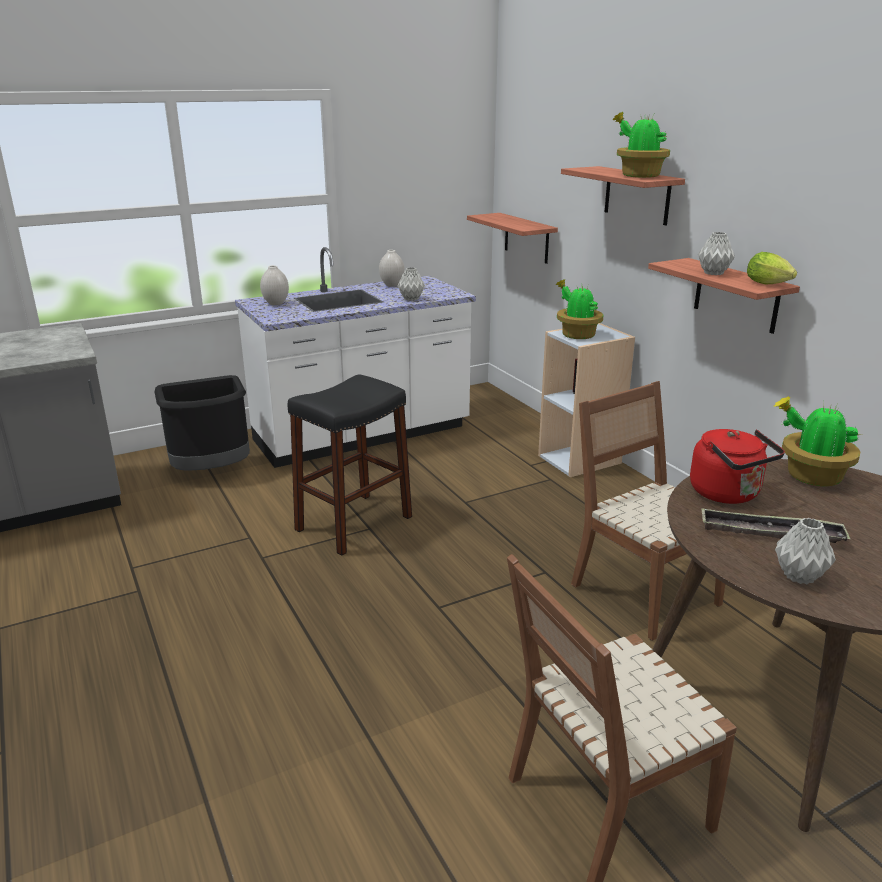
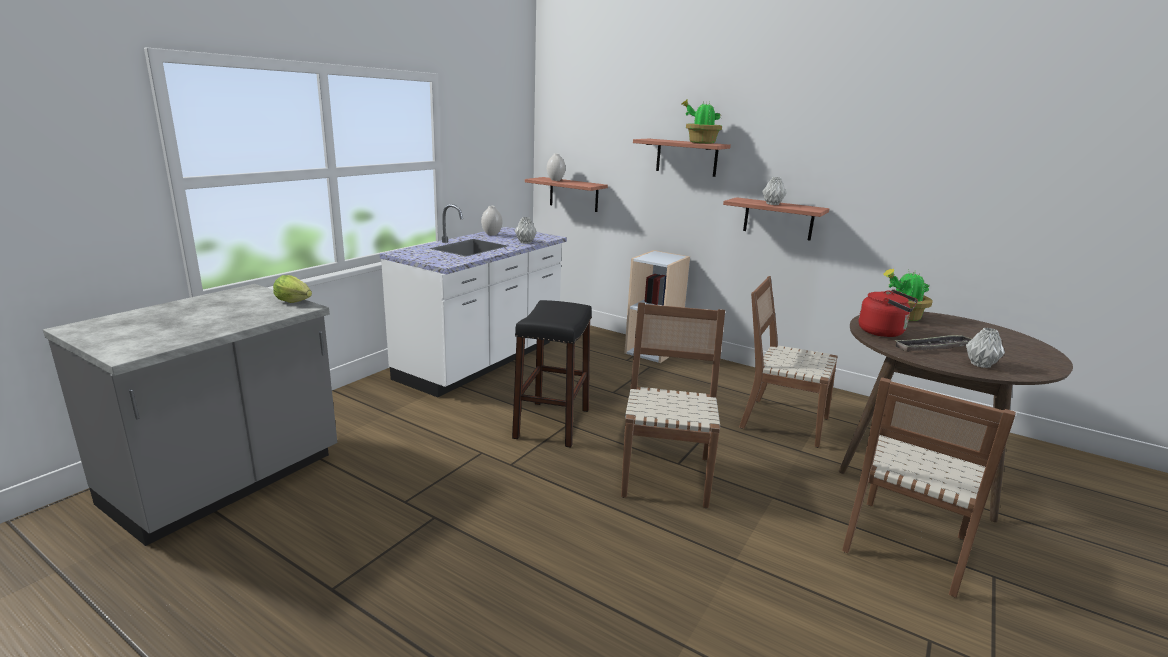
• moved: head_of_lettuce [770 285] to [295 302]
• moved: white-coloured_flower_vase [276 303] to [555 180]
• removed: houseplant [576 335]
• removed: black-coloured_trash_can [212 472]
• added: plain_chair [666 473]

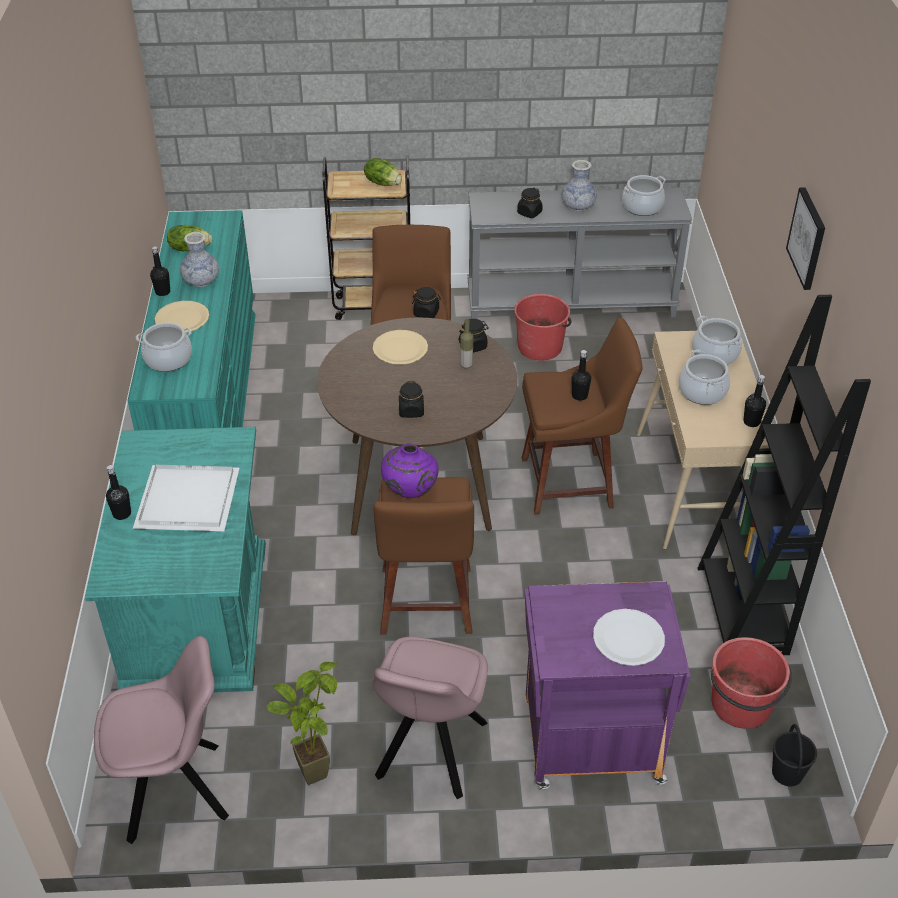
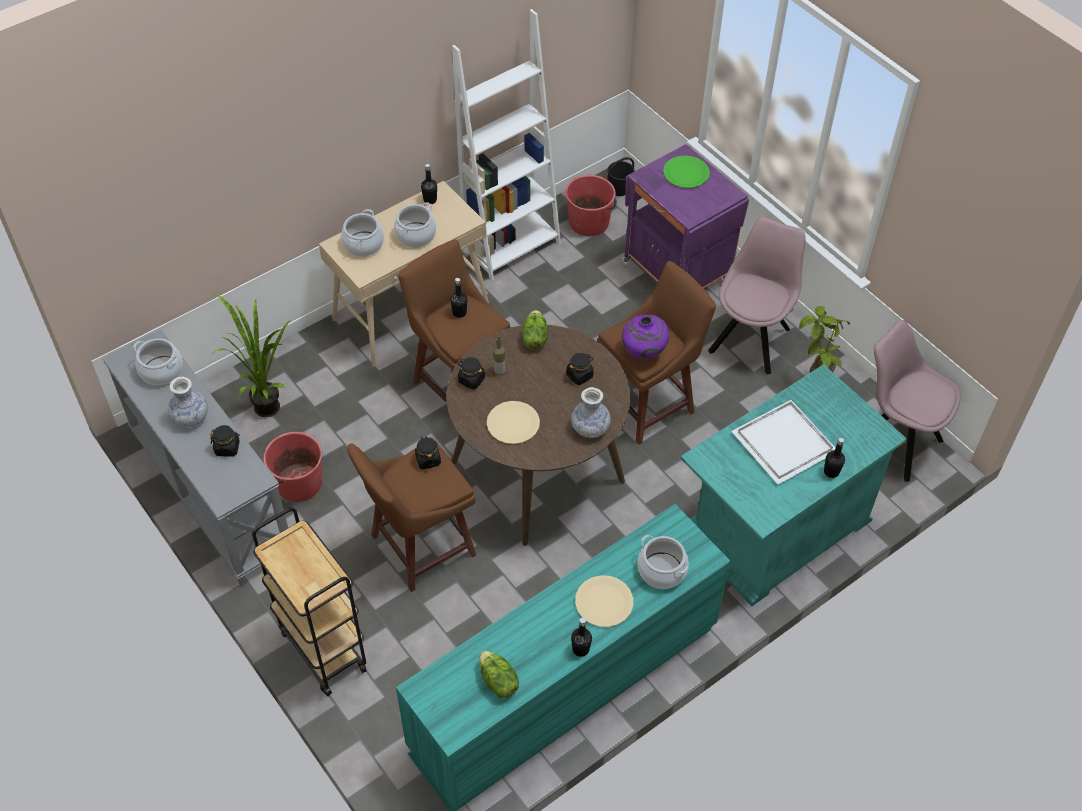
• moved: head_of_lettuce [383 183] to [534 338]
• removed: wall_picture [808 238]
• moved: flower_vase [201 281] to [590 428]
• recoloured: black-coloured_shelving_unit [743 610] to white-coloured_shelving_unit [511 246]
• recoloured: white-coloured_flat_dish [628 638] to greenish_flat_dish [686 173]
• turned: pink_plain_chair [430 750] = [750 340] 45 degrees counterclockwise
• added: houseplant [266 403]

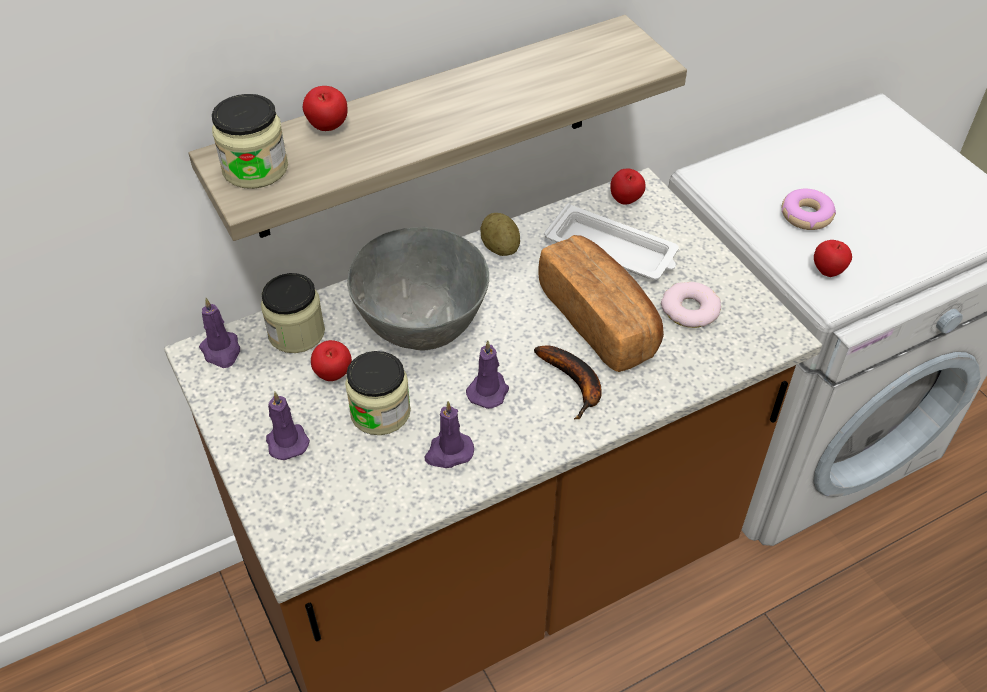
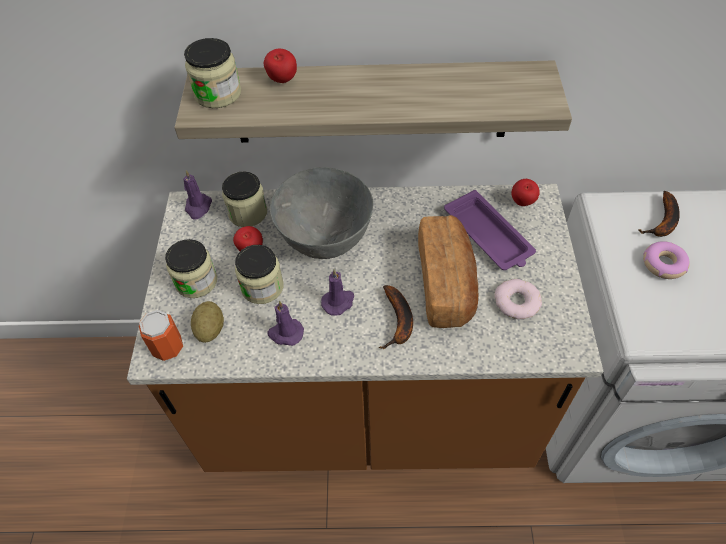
• recoloured: white-coloured_tray [612 250] to purple-coloured_tray [489 236]
• moved: spud [500 247] to [210 329]
• removed: apple [828 271]
• replaced: purple-coloured_wax_candle [286 440] to preserve_jar [196 281]
• added: whole_banana [663 222]
• added: sealed_can [168 347]

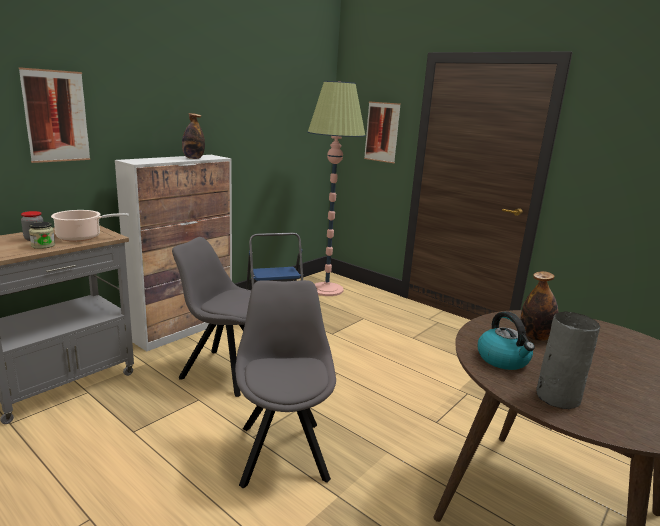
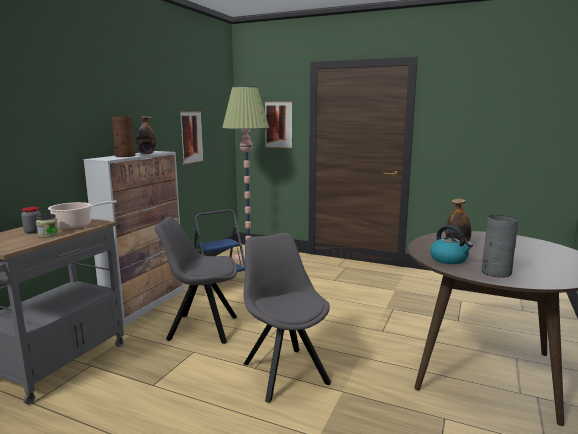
• moved: wall_picture [56 116] to [191 137]
• added: brown-coloured_flower_vase [124 156]

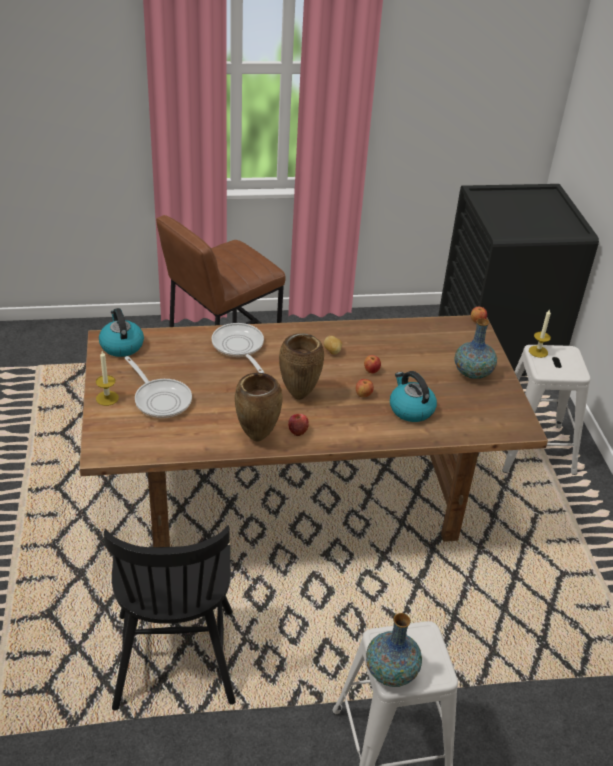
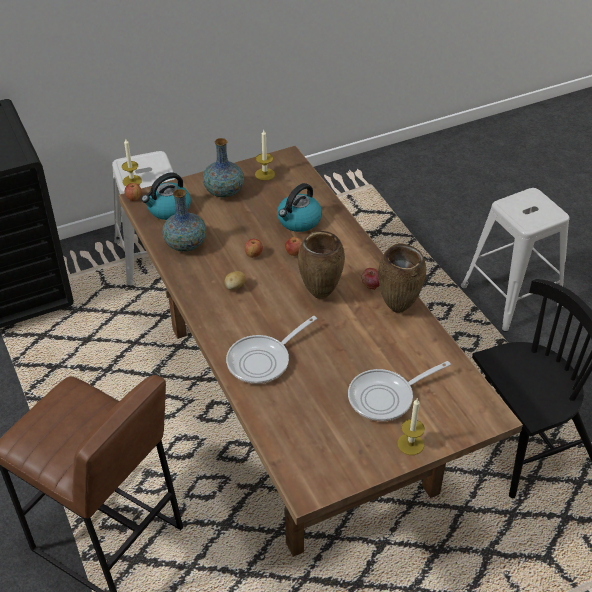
• moved: tea_kettle [121 345] to [168 209]
• turned: frying_pan [160 399] = [386 397] 150 degrees counterclockwise
• moved: flower_vase [391 672] to [186 245]
• added: wax_candle [264 174]

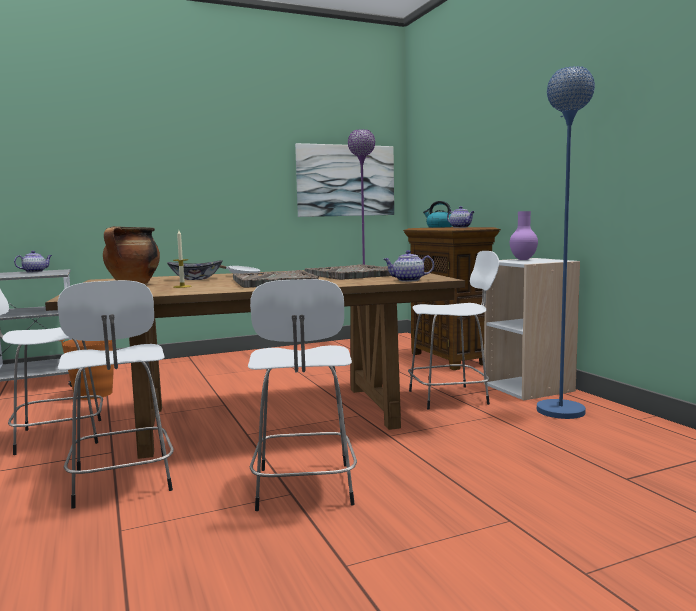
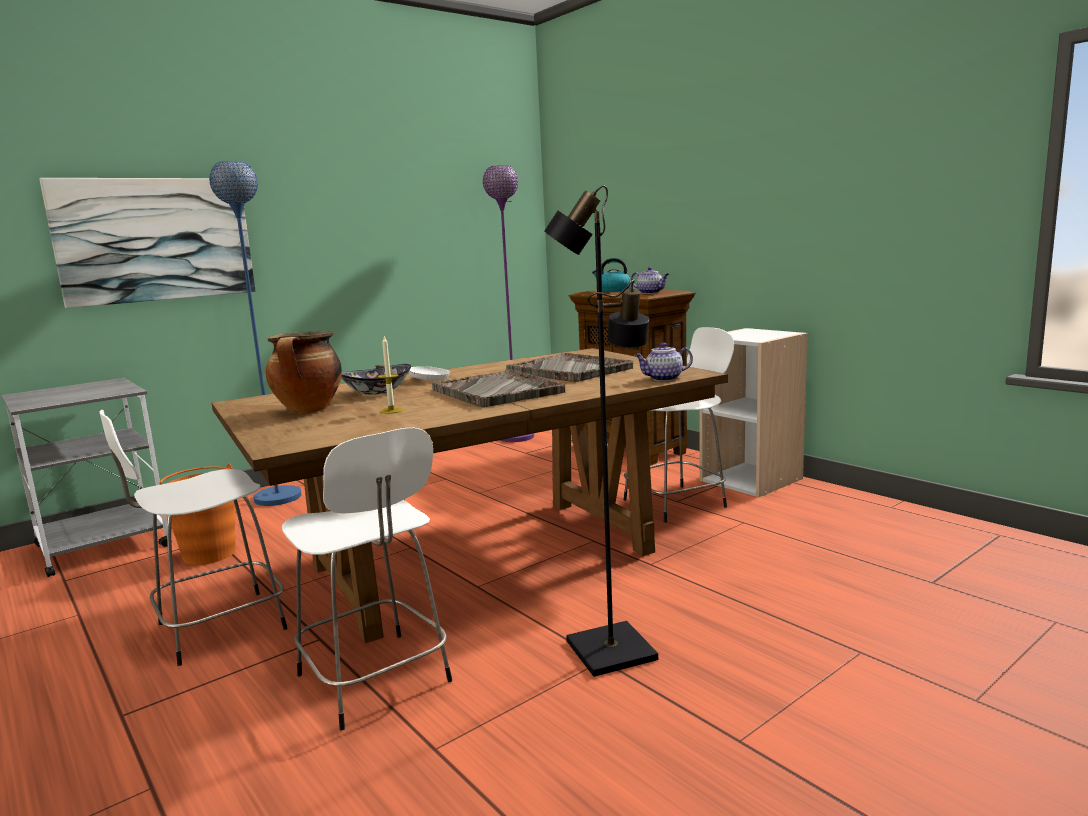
• moved: blue_standard_lamp [560 411] to [277 498]
• moved: wall_picture [345 180] to [155 240]
• removed: purple-coloured_flower_vase [523 259]
• removed: pot_for_tea [35 271]
• replaced: white-coloured_stool [304 488] to black-coloured_standard_lamp [611 650]

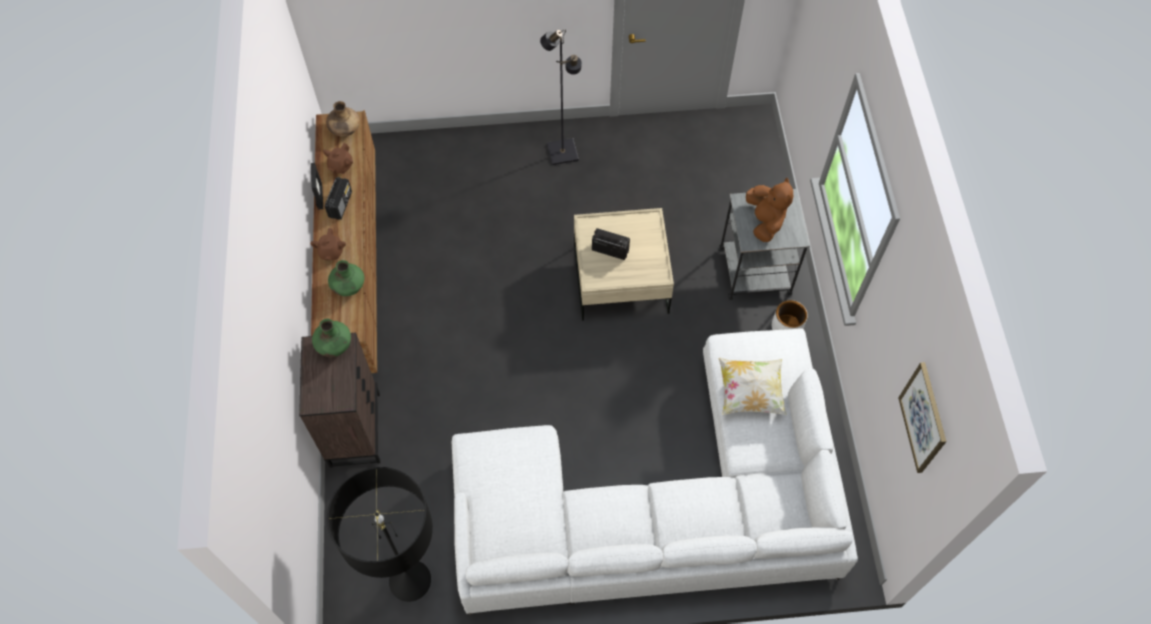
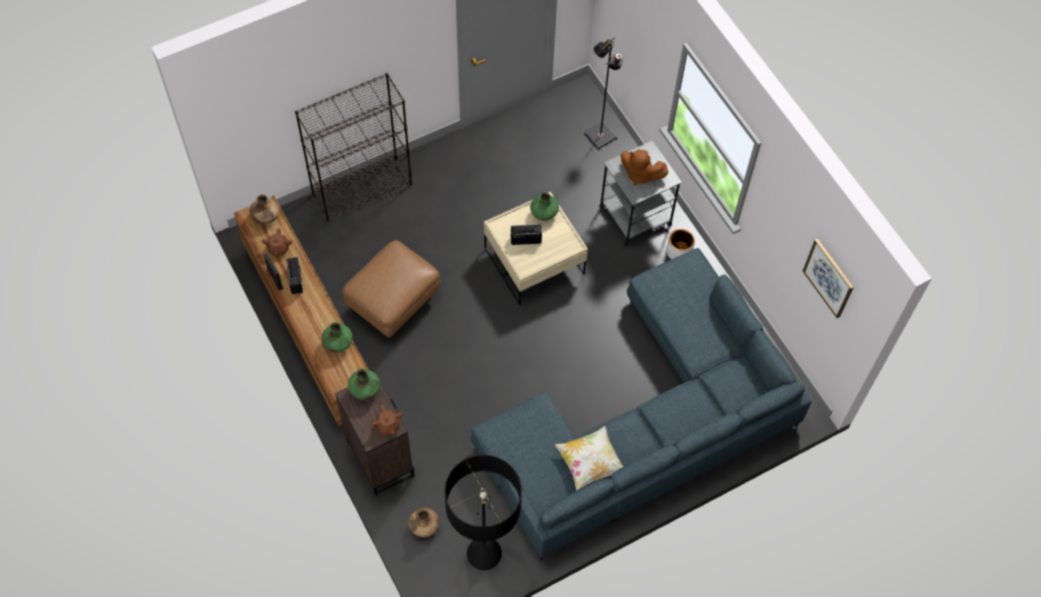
• moved: black-coloured_standard_lamp [562 152] to [600 136]
• turned: brown-coloured_soft_toy [765 221] = [640 174] 150 degrees clockwise
• moved: brown-coloured_pot_for_tea [331 252] to [388 425]
• recoloured: white-coloured_couch [662 504] to blue_couch [646 422]
• moved: throw_pillow [750 393] to [589 463]
• added: black-coloured_shelving_unit [362 189]
• added: greenish_flower_vase [544 213]
• added: brown-coloured_ottoman [394 303]
• added: brown-coloured_flower_vase [424 526]

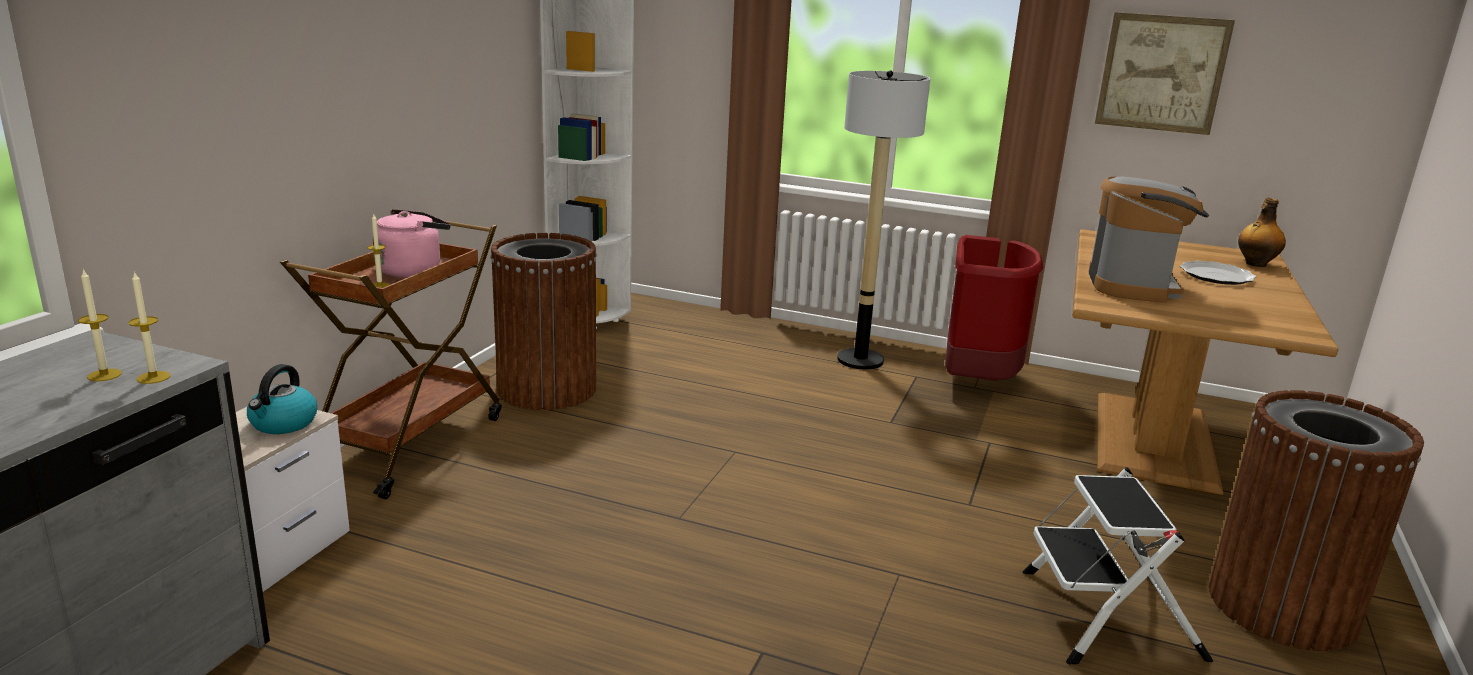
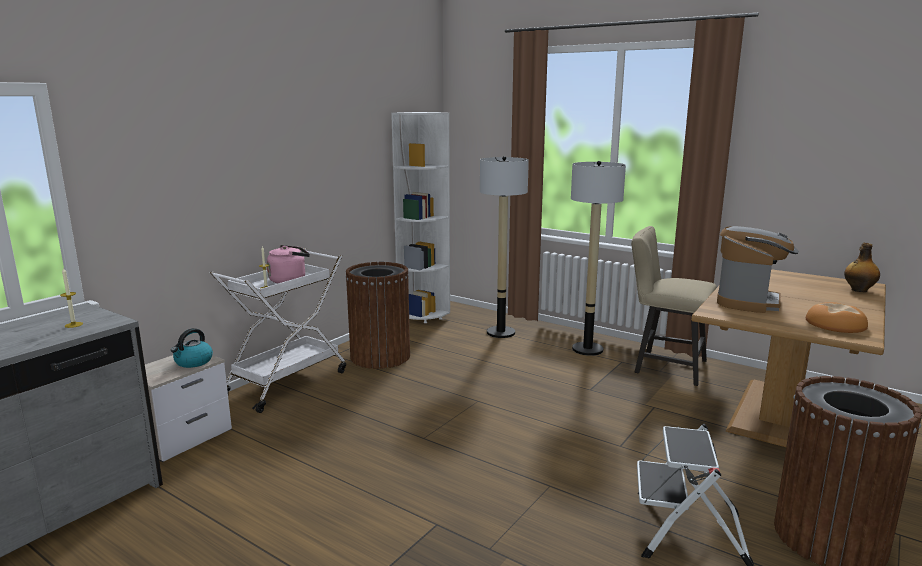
• removed: wall_picture [1162 73]
• recoloured: brown-coloured_cart [410 445] to white-coloured_cart [287 384]
• replaced: red-coloured_trash_can [977 380] to beige-coloured_plain_chair [664 366]
• removed: flat_dish [1216 276]
• removed: wax_candle [153 377]
• added: standard_lamp [501 332]
• added: baked_bread [835 324]

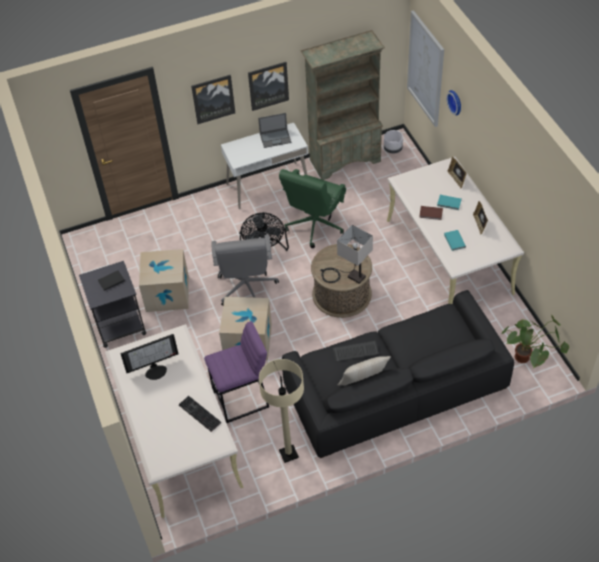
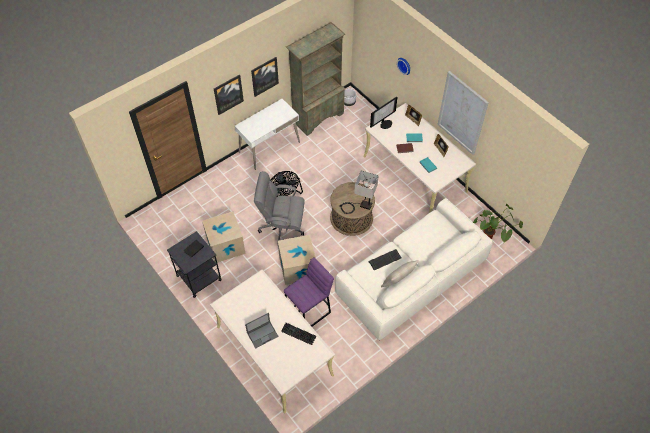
• moved: wall_picture [425 69] to [462 113]
• moved: portable_computer [275 138] to [263 334]
• removed: greenish_desk_chair [315 224]
• turned: grey_desk_chair [246 286] = [282 227] 120 degrees clockwise
• recoloured: black-coloured_couch [395 386] to white-coloured_couch [411 276]
• moved: computer_screen [155 370] to [385 123]
• removed: beige-coloured_standard_lamp [288 454]

